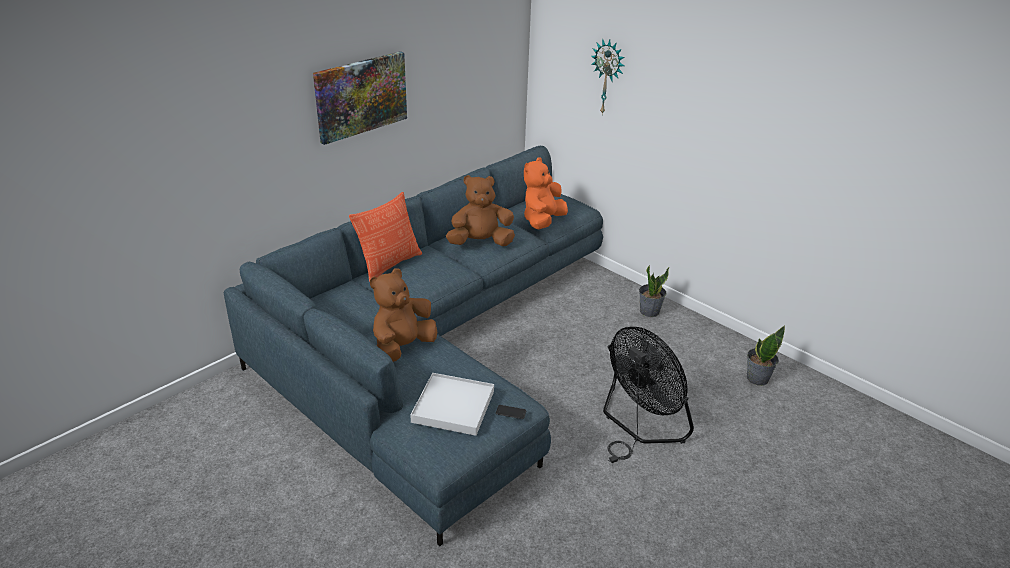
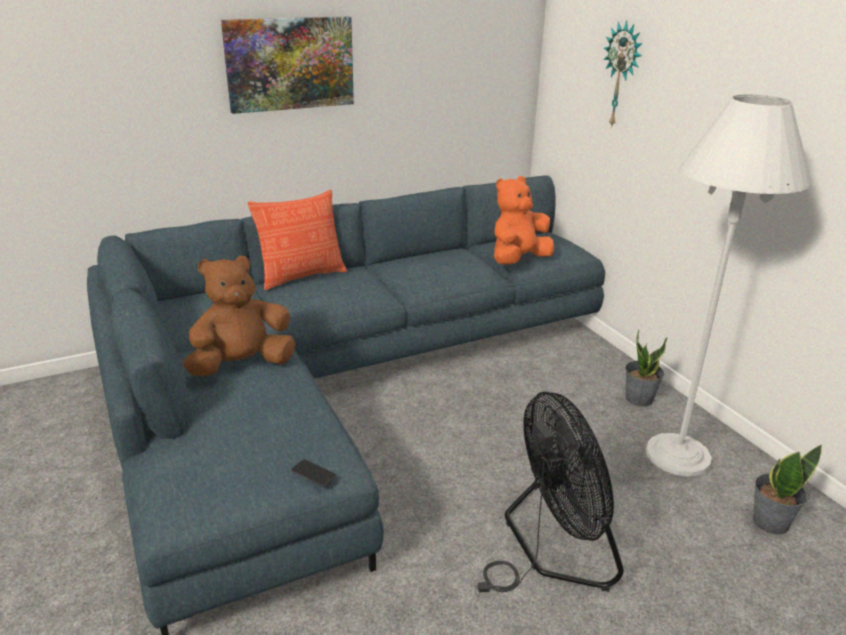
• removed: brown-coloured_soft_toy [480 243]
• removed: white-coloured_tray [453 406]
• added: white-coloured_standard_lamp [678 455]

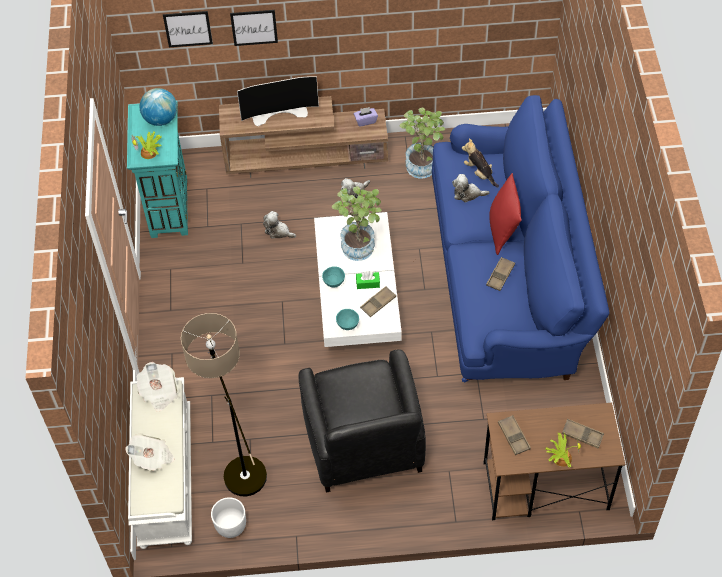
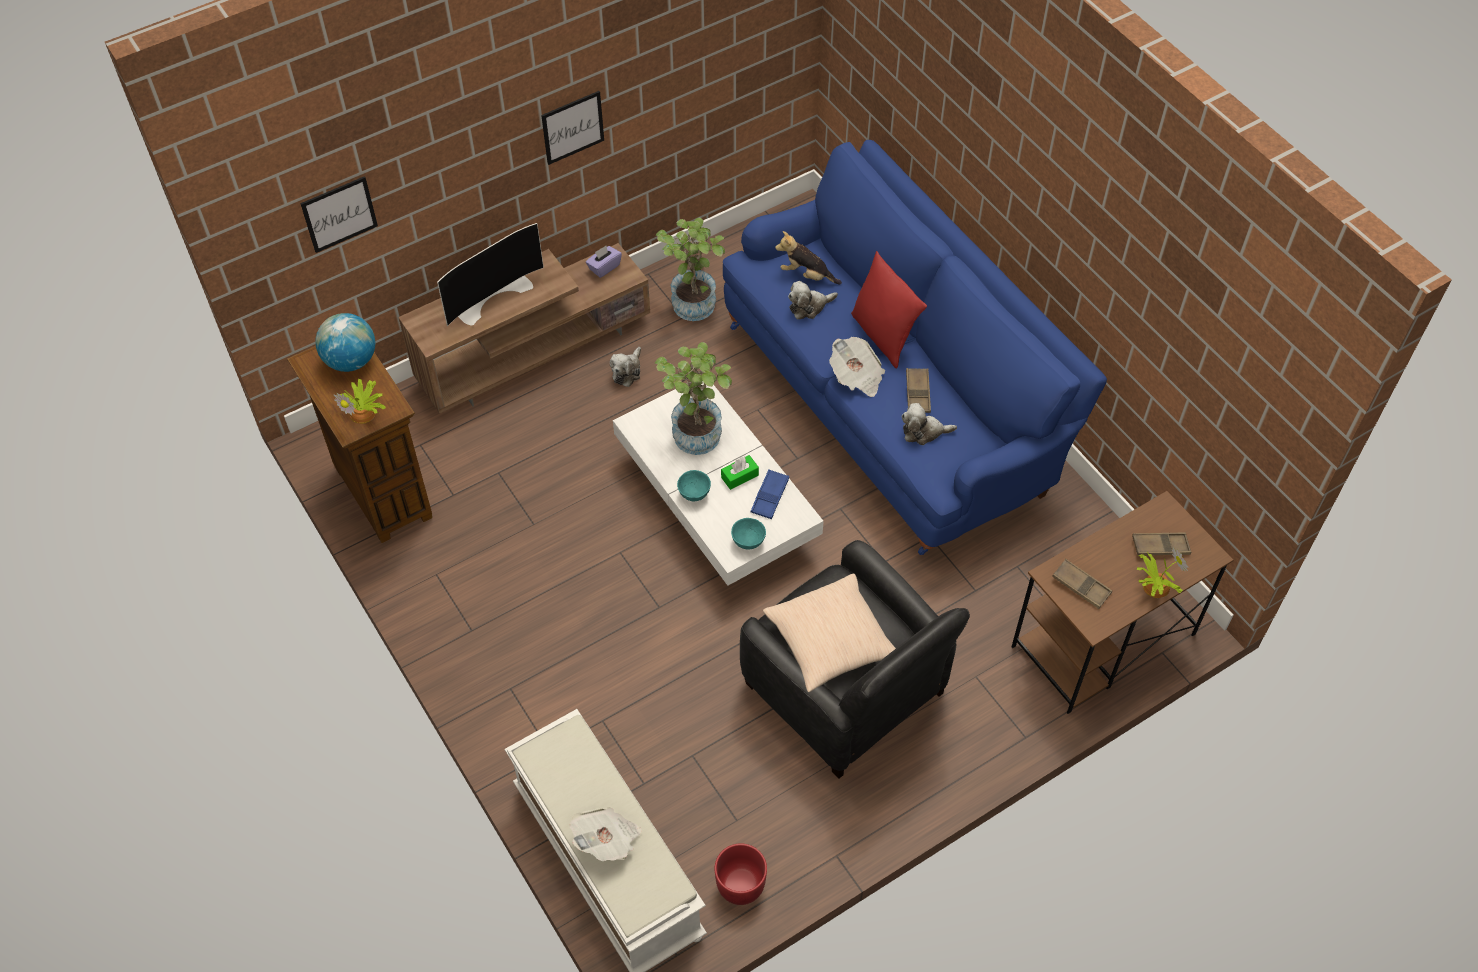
• moved: wall_picture [254 27] to [573 127]
• recoloured: turquoise-coloured_cupboard [168 208] to brown-coloured_cupboard [381 493]
• moved: soft_toy [278 231] to [924 432]
• recoloured: brown-coloured_tray [378 303] to blue_tray [770 496]
• removed: standard_lamp [238 462]
• moved: printed_paper [159 392] to [856 377]
• recoloured: white-coloured_planter [230 525] to red-coloured_planter [740 885]
• added: beige-coloured_throw_pillow [830 640]

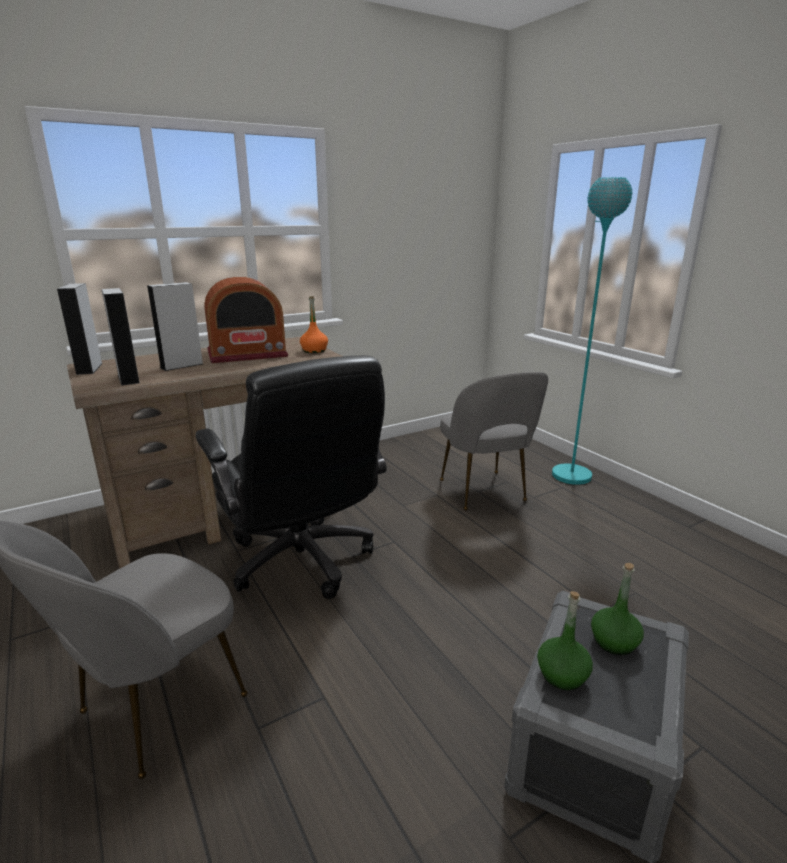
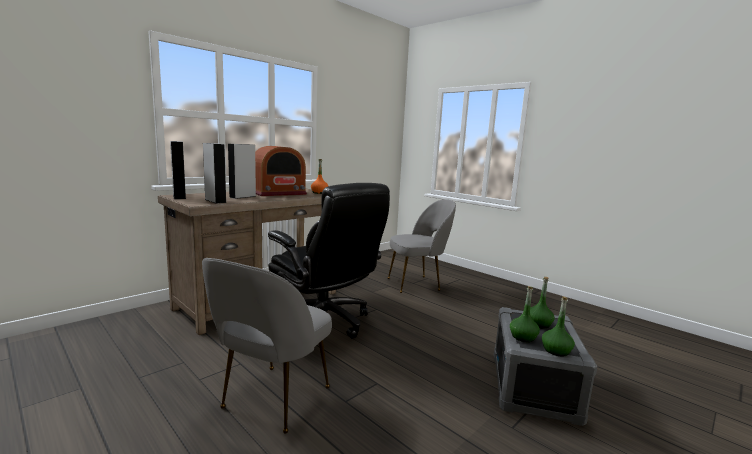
• removed: turquoise-coloured_standard_lamp [571 476]
• turned: grey_plain_chair [484 494] = [417 284] 75 degrees counterclockwise
• added: greenish_bottle [556 350]

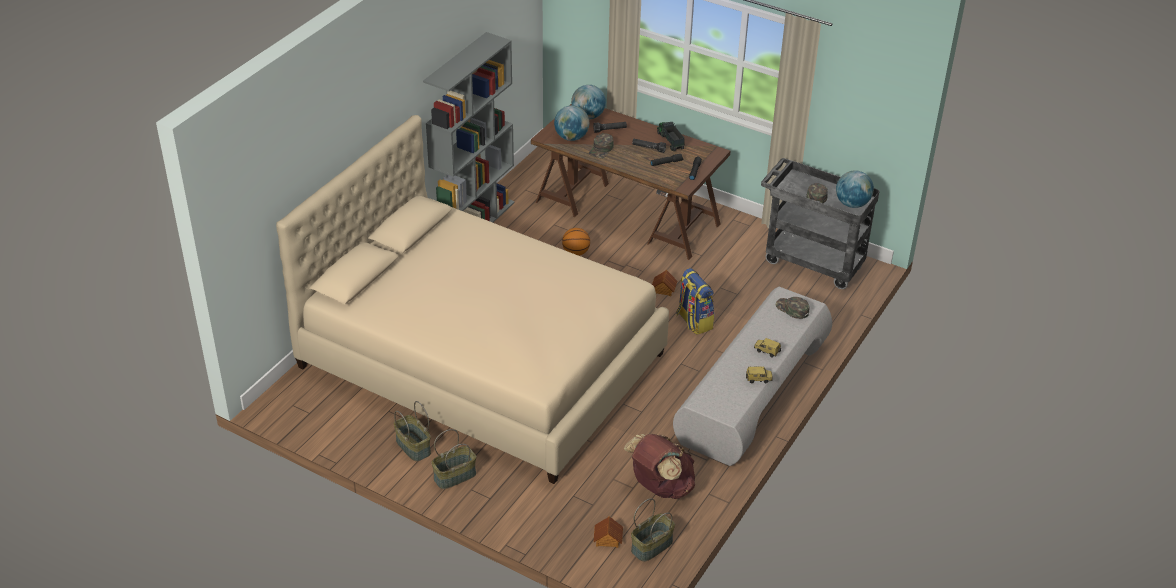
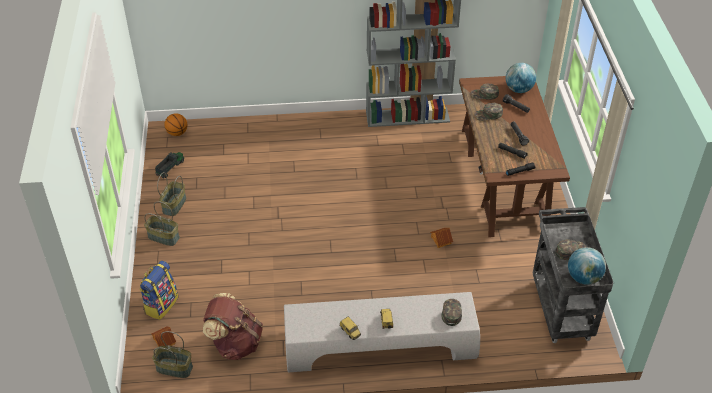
• replaced: globe [571 137] to greenish_peaked_cap [484 94]
• removed: beige-coloured_sleeping_bed [481 360]
• moved: toy_truck [670 141] to [170 168]
• moved: basketball_ball [575 252] to [177 133]
• moved: knapsack [693 321] to [161 304]

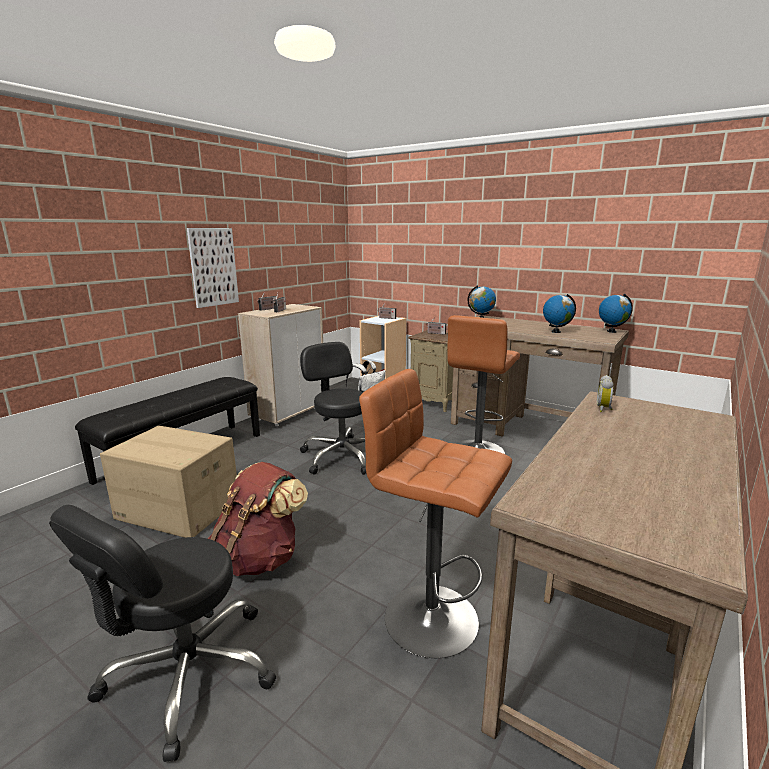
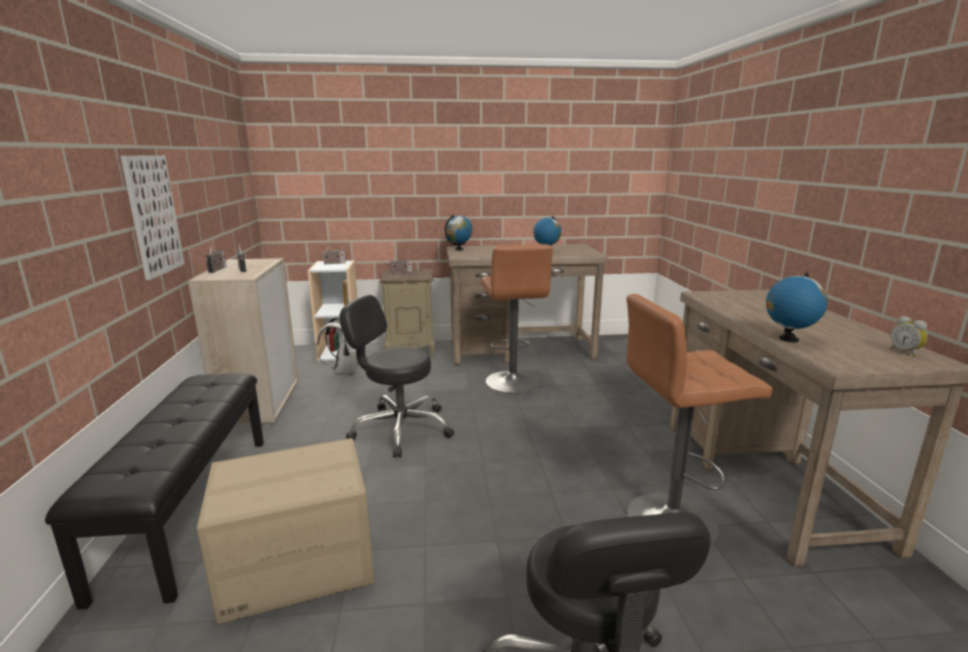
• moved: globe [611 331] to [788 339]
• moved: bedside_clock [604 409] to [905 352]
• removed: brown-coloured_knapsack [260 557]

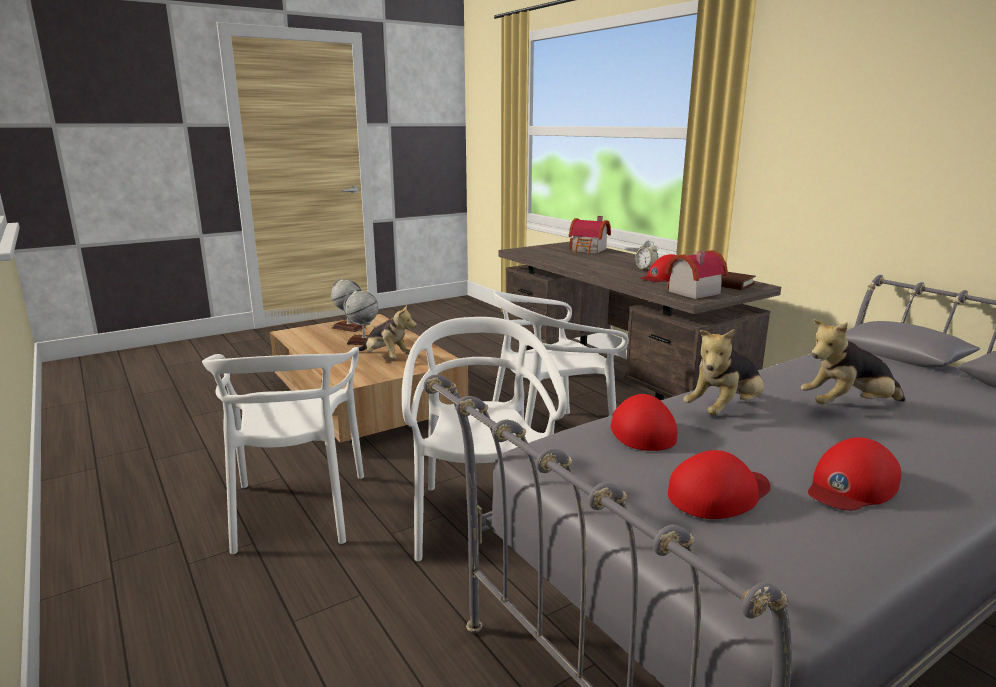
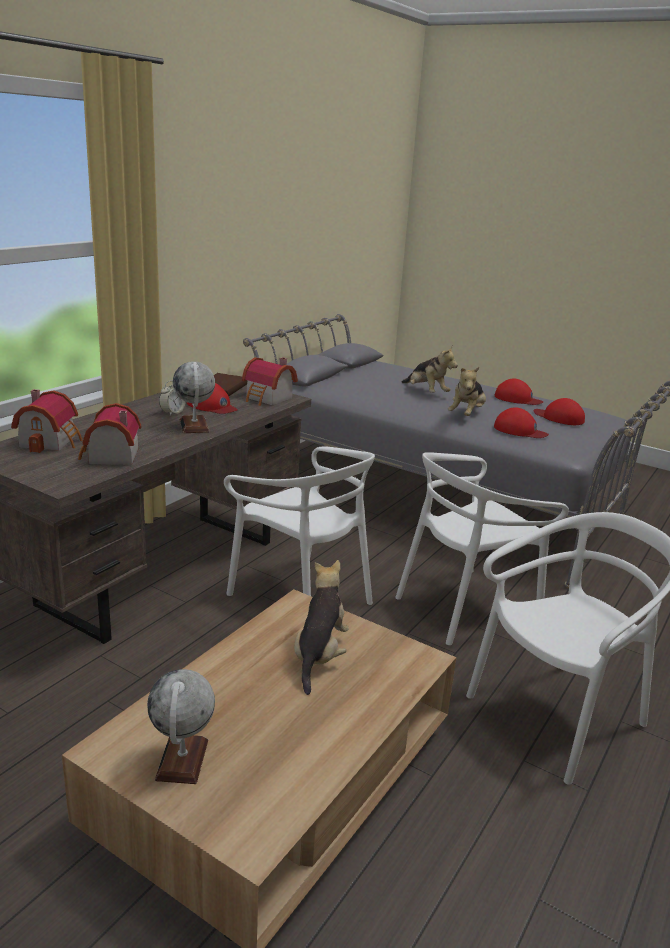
• moved: globe [364 341] to [194 426]
• turned: soft_toy [725 411] = [466 414] 90 degrees clockwise
• turned: red-coloured_peaked_cap [640 429] = [519 430] 120 degrees counterclockwise
• added: model_house [110 456]

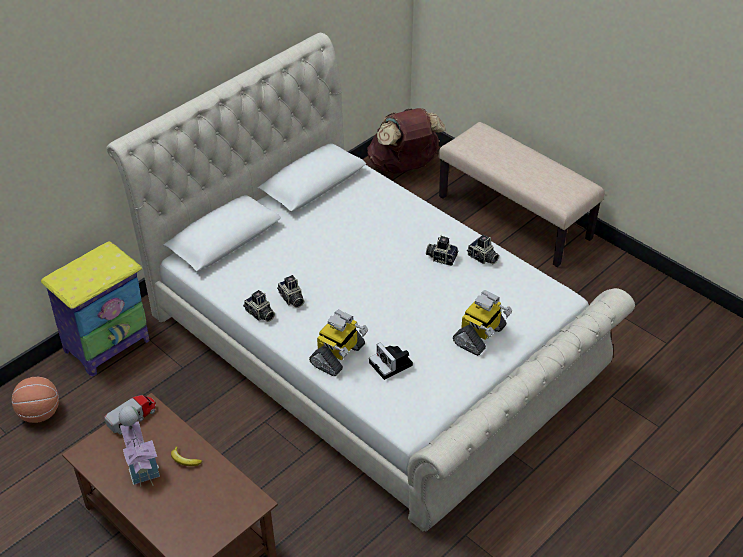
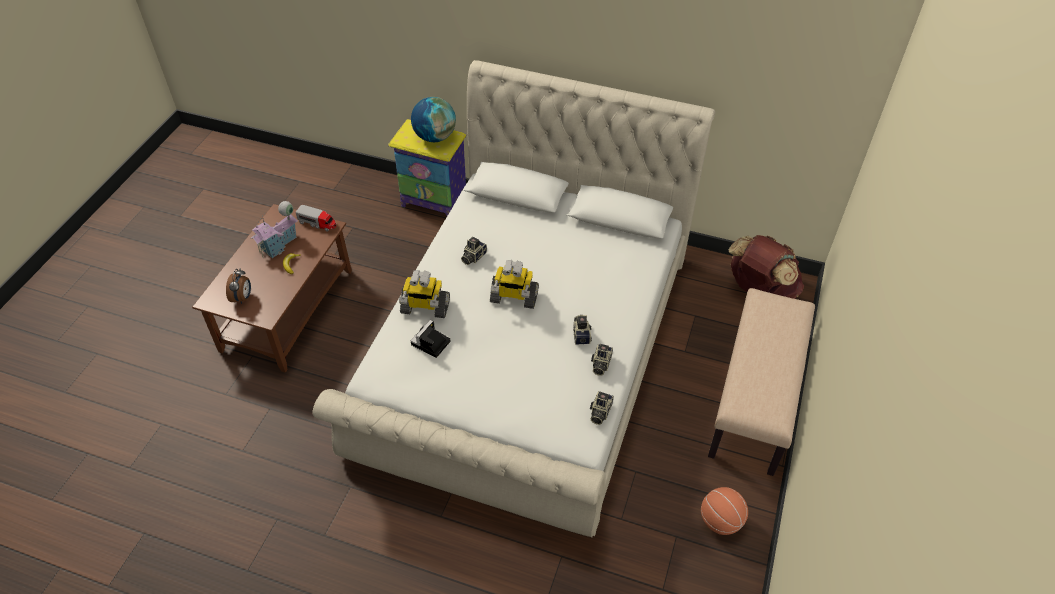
• moved: still_camera [260 314] to [599 412]
• moved: robot_figure [480 336] to [513 297]
• moved: basketball_ball [39 413] to [720 521]
• added: globe [435 137]
• added: bedside_clock [243 297]

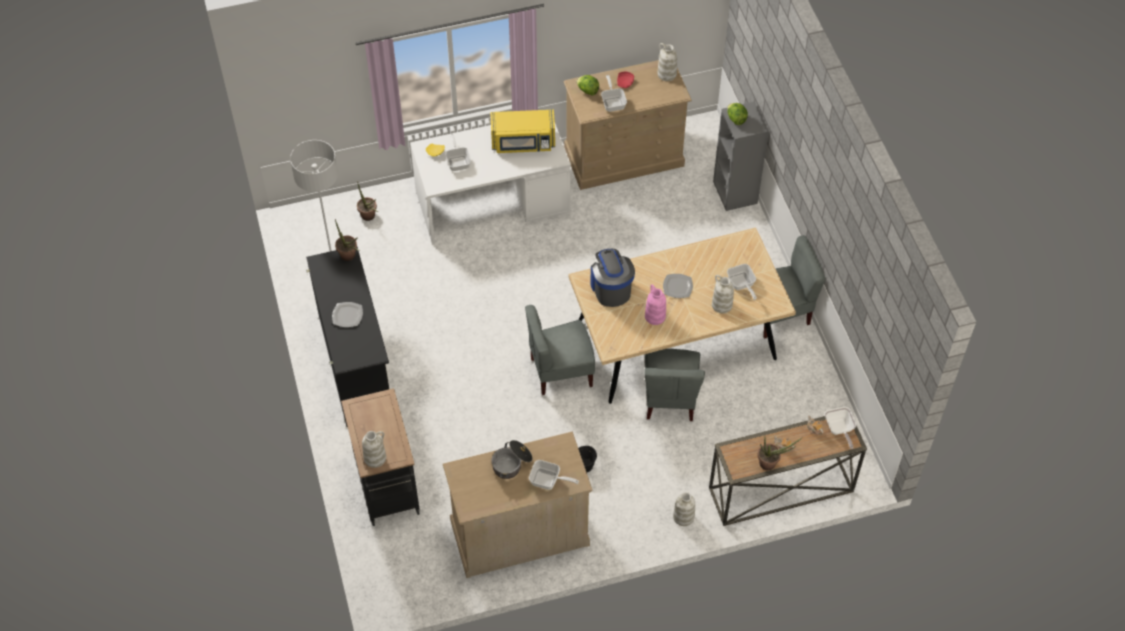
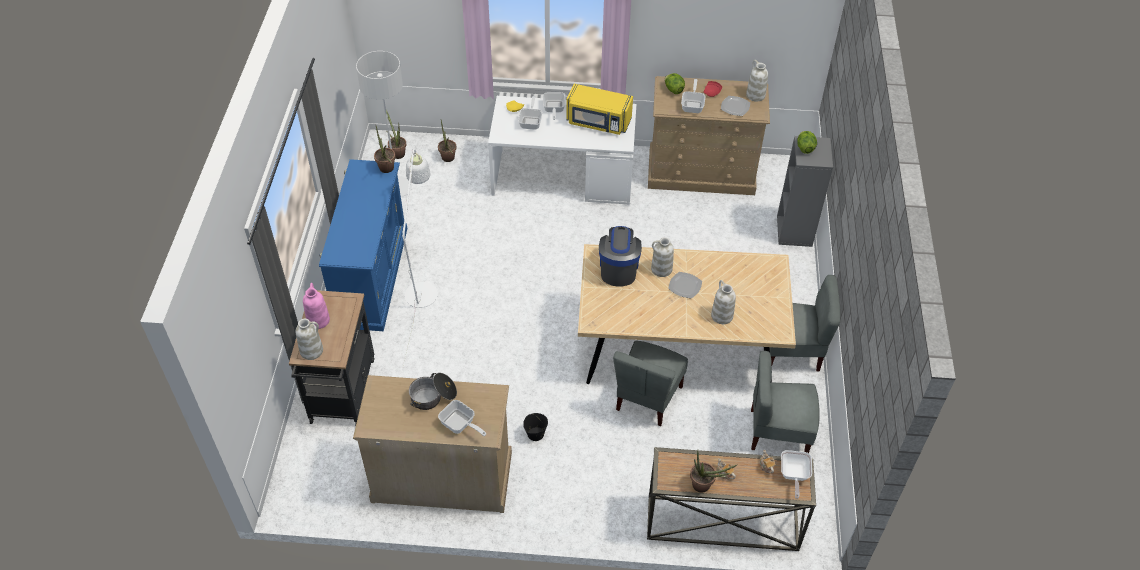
• recoloured: black-coloured_cupboard [356 363] to blue_cupboard [372 276]
• moved: frying_pan [741 285] to [553 110]
• moved: pink_flower_vase [654 316] to [318 320]
• moved: flat_dish [347 315] to [735 107]
• moved: grey_plain_chair [560 371] to [778 432]
• moved: white-coloured_flower_vase [683 517] to [661 269]
• added: houseplant [397 152]
• added: white-coloured_standard_lamp [422 287]

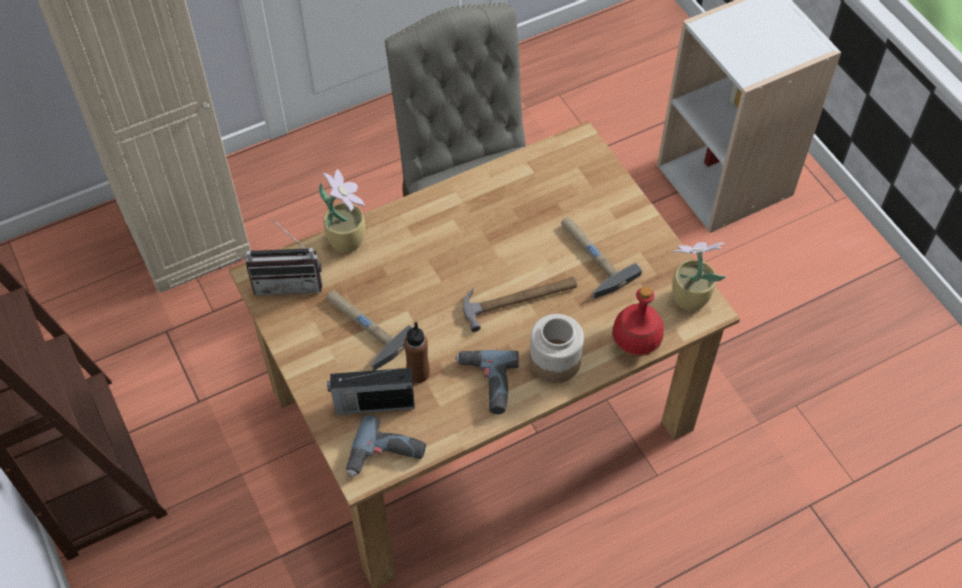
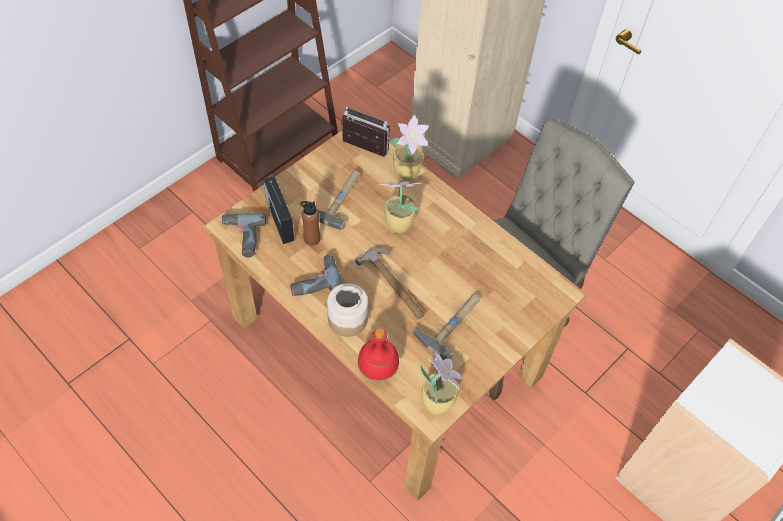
• turned: radio_set [289 281] = [362 150] 135 degrees clockwise
• added: houseplant [397 223]

